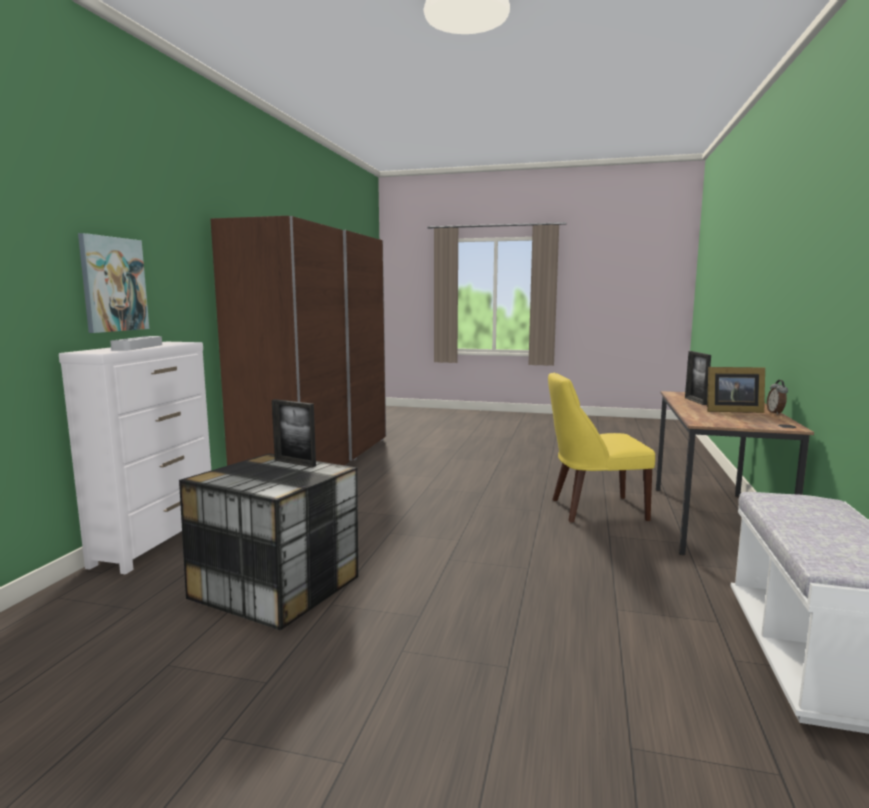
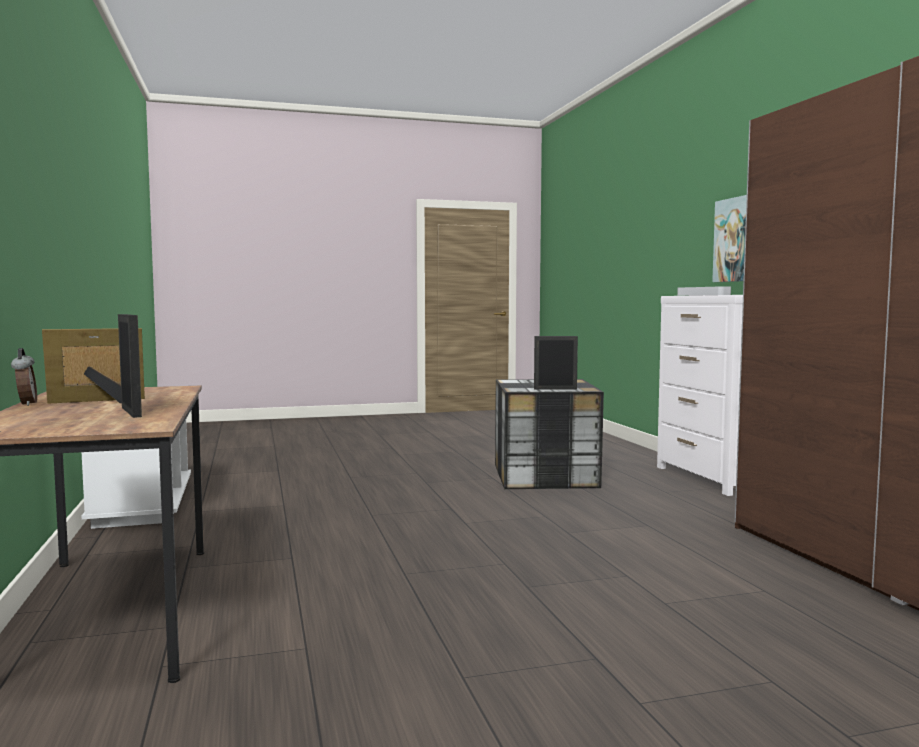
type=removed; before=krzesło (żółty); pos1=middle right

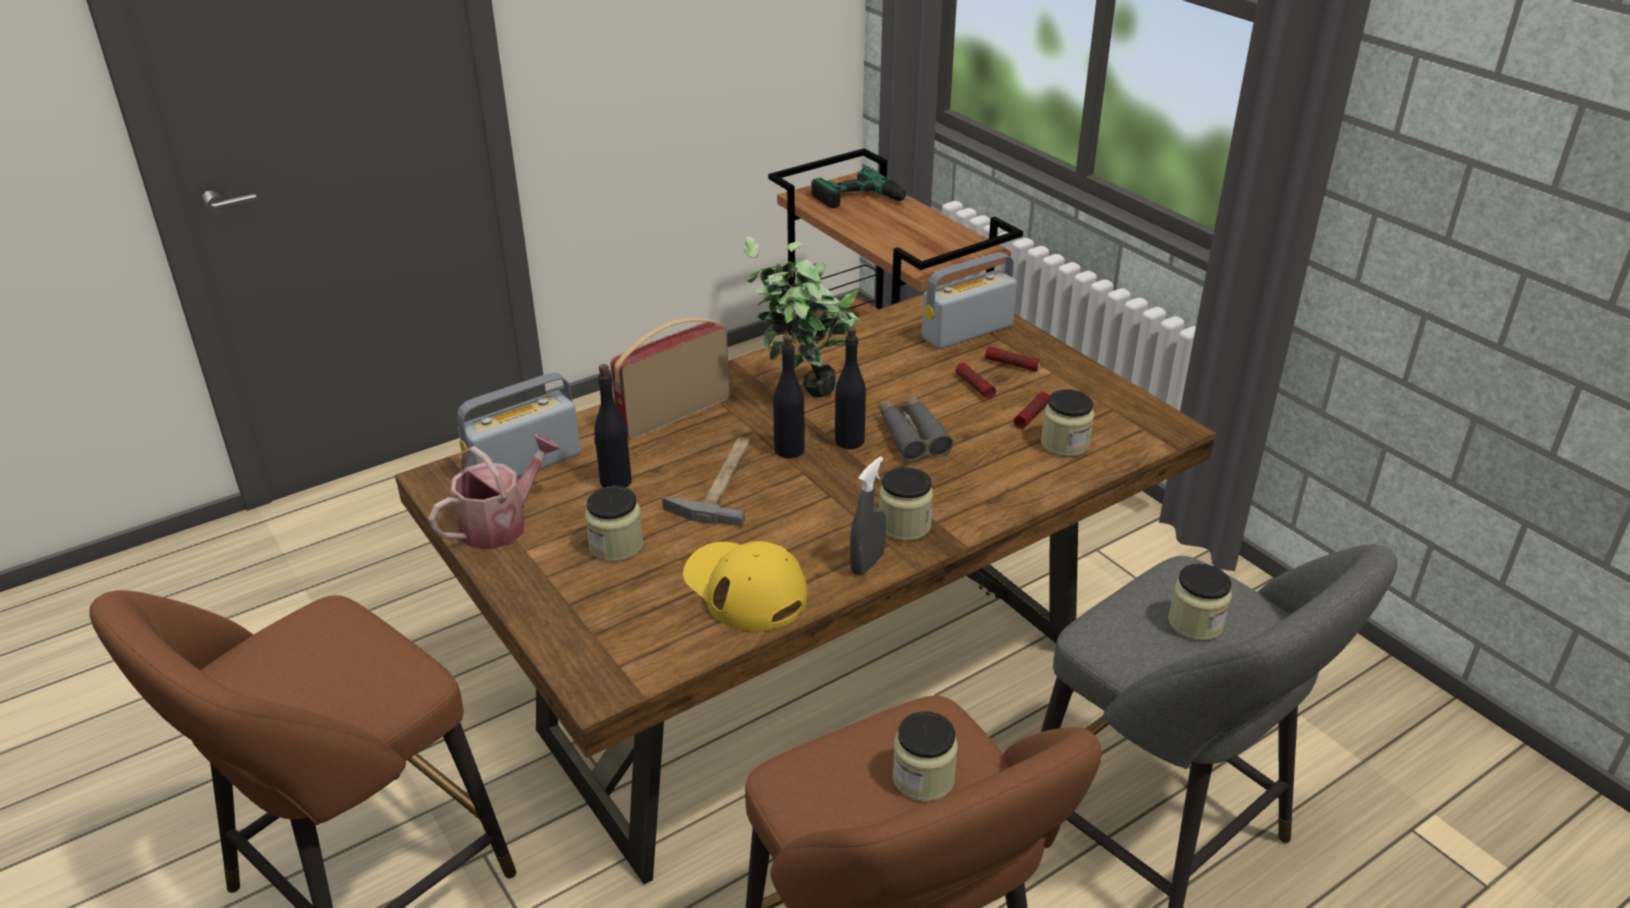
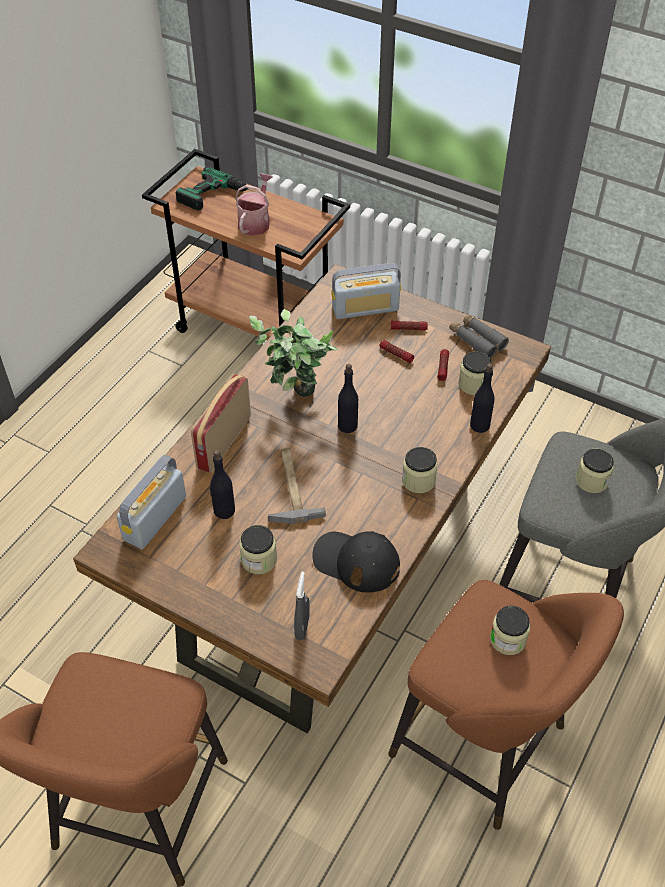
type=turned; before=radio (3rd from left); pos1=top centre; pos2=top centre; turn=-135
type=moved; before=butelka (czarny) (2nd from left in the first image); after=butelka (czarny) (3rd from left); pos1=centre; pos2=middle right
type=moved; before=lornetka (szary); pos1=centre; pos2=middle right
type=moved; before=konewka; pos1=middle left; pos2=top centre
type=moved; before=spryskiwacz (szary); pos1=centre; pos2=bottom centre
type=recoloured; before=czapka z daszkiem (żółty); after=czapka z daszkiem (czarny); pos1=centre; pos2=centre

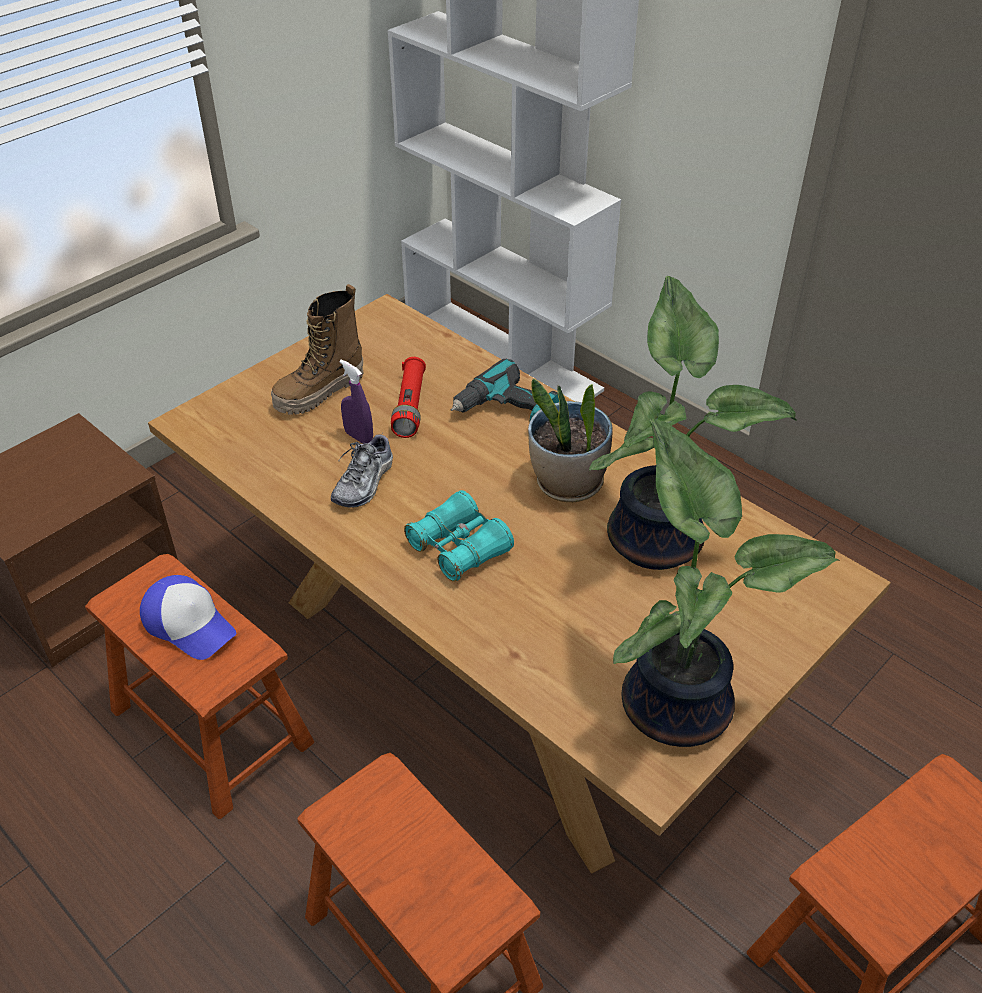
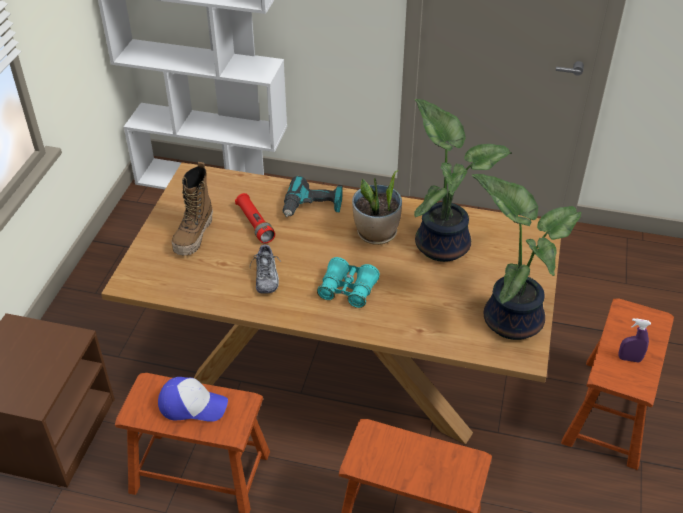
type=moved; before=spryskiwacz (fioletowy); pos1=centre; pos2=middle right

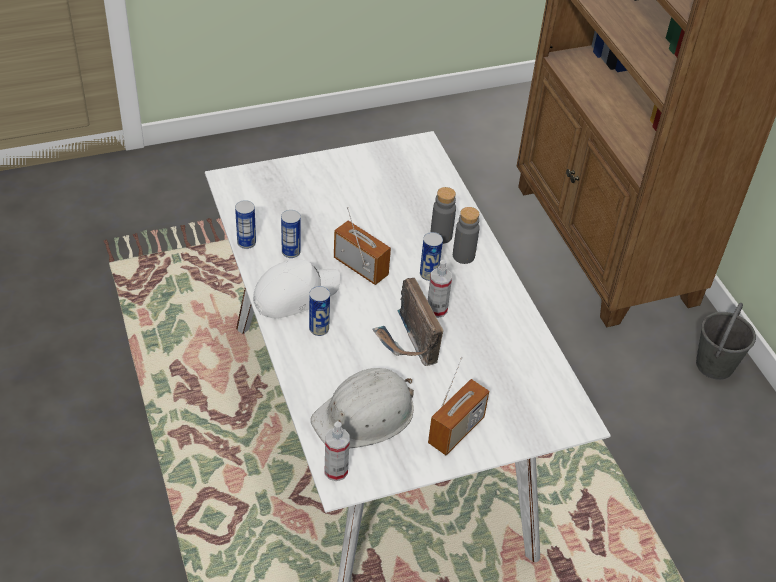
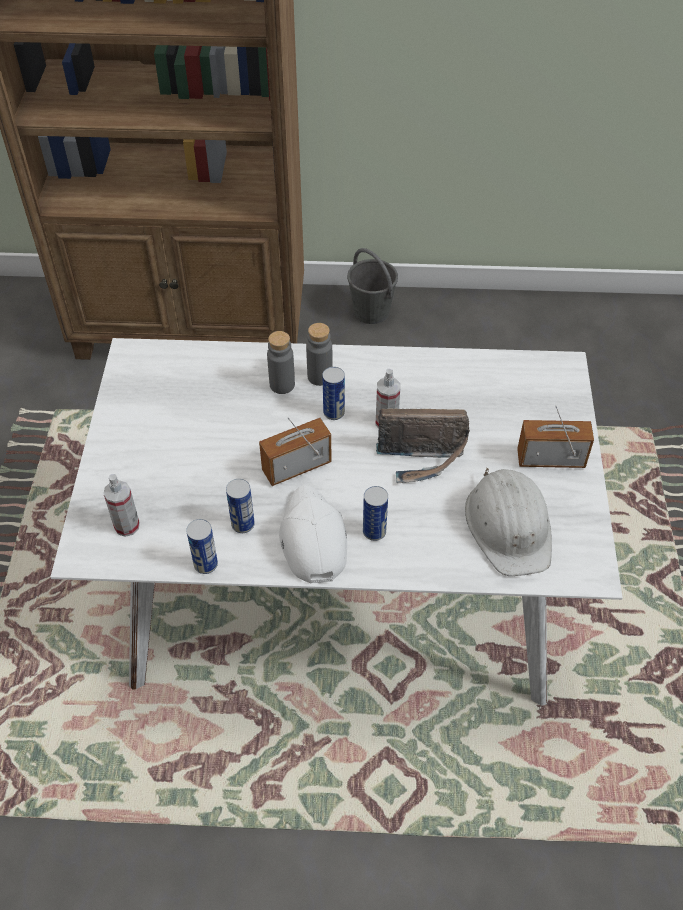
type=turned; before=radio (3rd from left); pos1=bottom centre; pos2=middle right; turn=-60
type=moved; before=spryskiwacz (1st from left); pos1=bottom centre; pos2=middle left

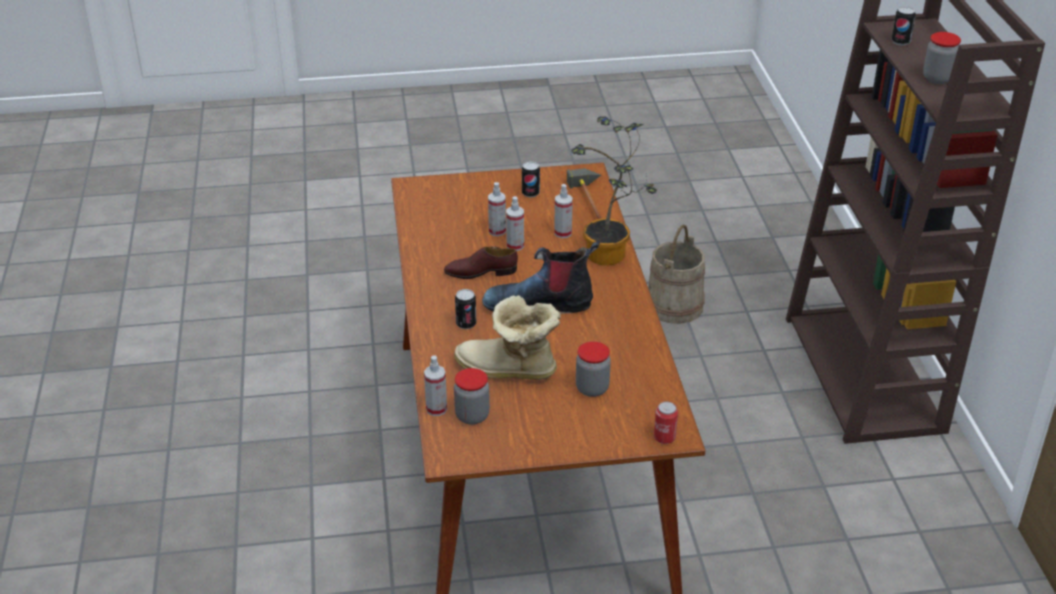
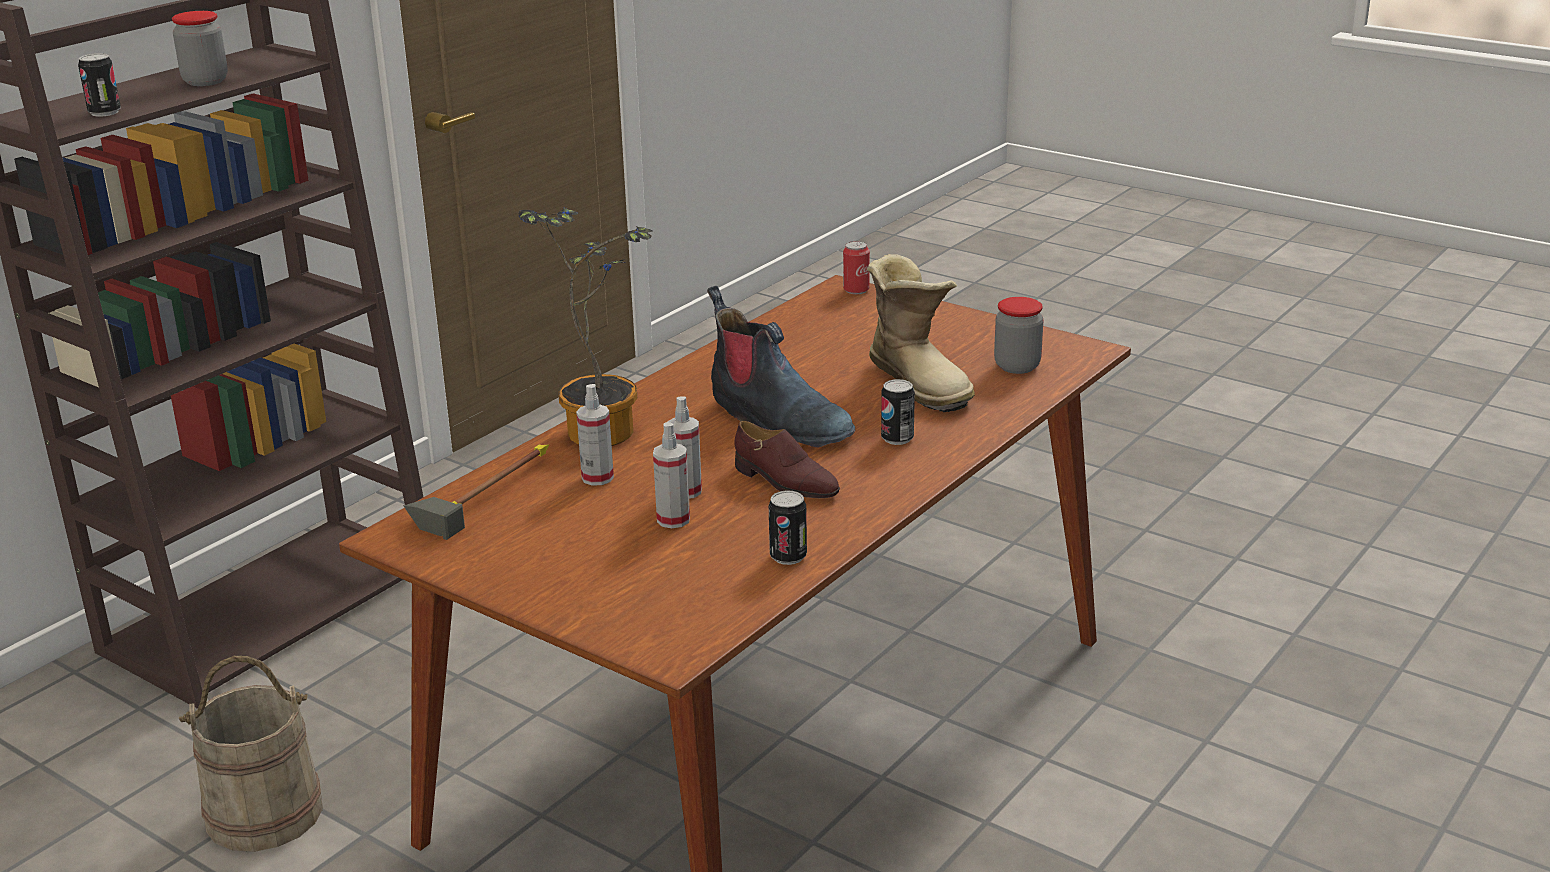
type=moved; before=puszka (2nd from left); pos1=top centre; pos2=centre
type=removed; before=słoik (2nd from left); pos1=centre
type=removed; before=spryskiwacz (1st from left); pos1=centre

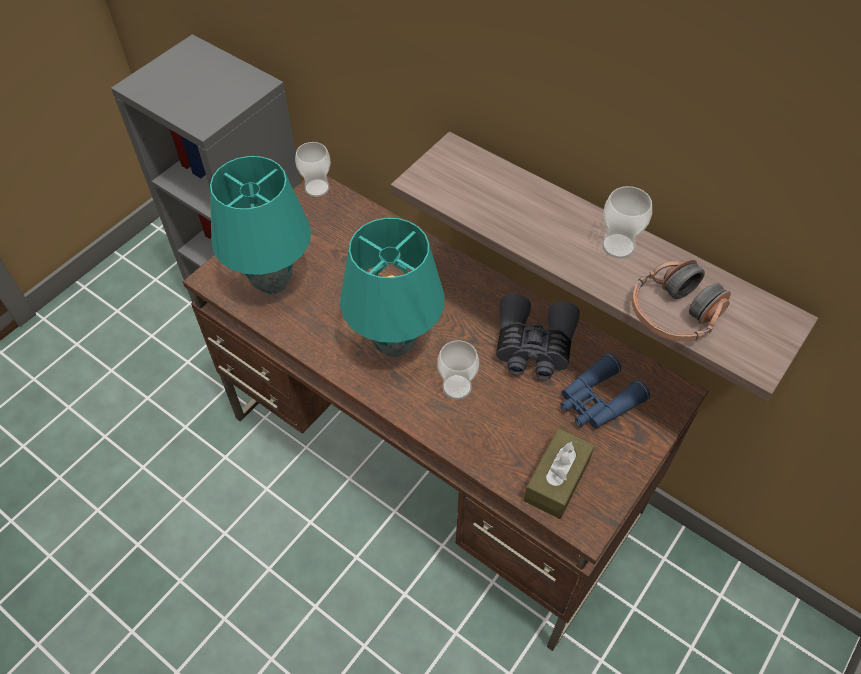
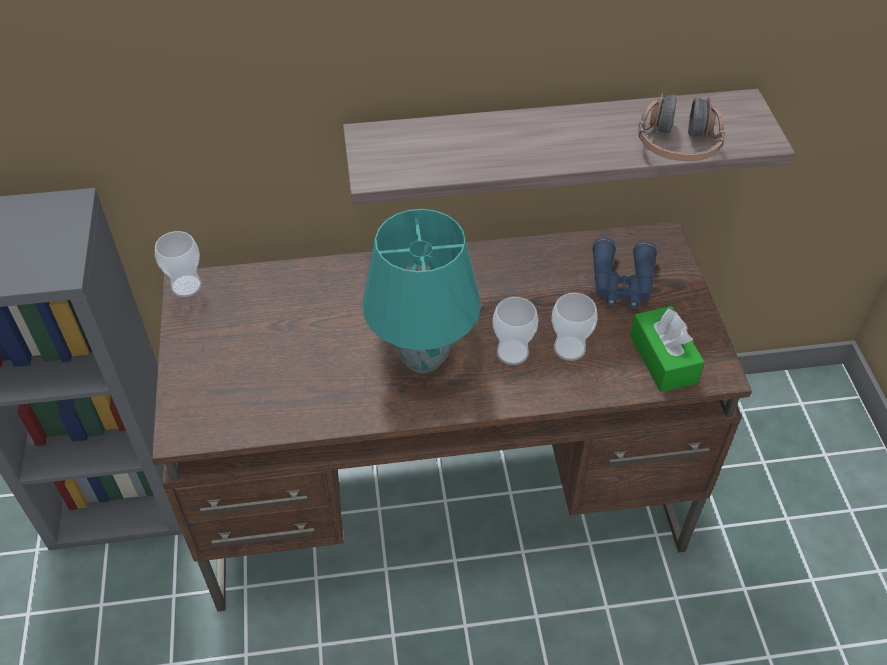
type=removed; before=lampa stołowa (turkusowy) (1st from left); pos1=middle left
type=moved; before=filiżanka (3rd from left); pos1=top right; pos2=centre
type=removed; before=lornetka (szary); pos1=centre
type=recoloured; before=pudełko chusteczek (brązowy); after=pudełko chusteczek (zielony); pos1=bottom centre; pos2=middle right

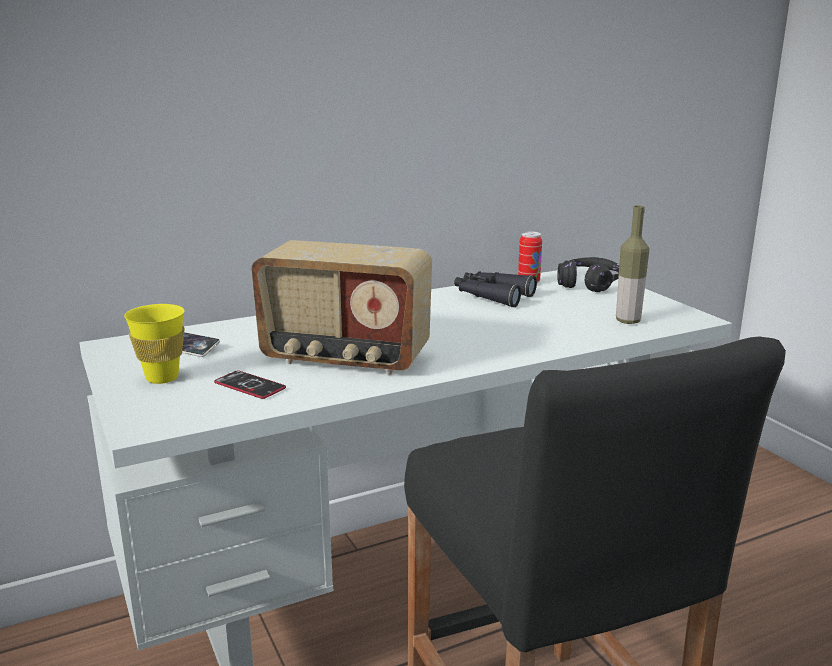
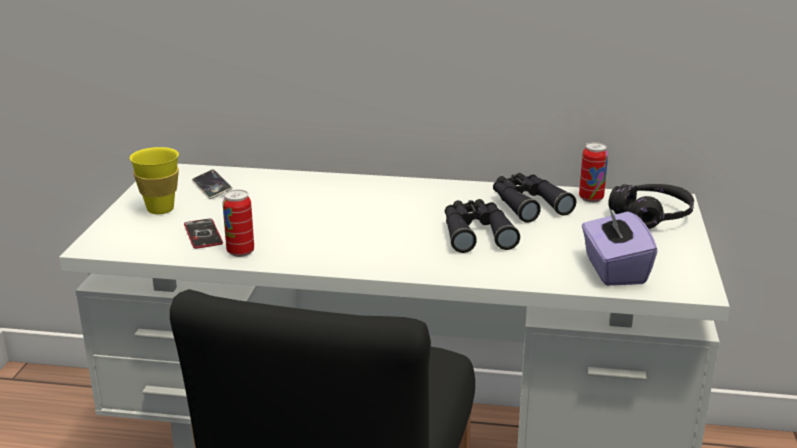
type=replaced; before=butelka; after=pudełko chusteczek (fioletowy); pos1=middle right; pos2=middle right
type=removed; before=radio; pos1=centre
type=added; after=puszka (1st from left); pos2=middle left
type=added; after=lornetka (czarny) (1st from left); pos2=centre

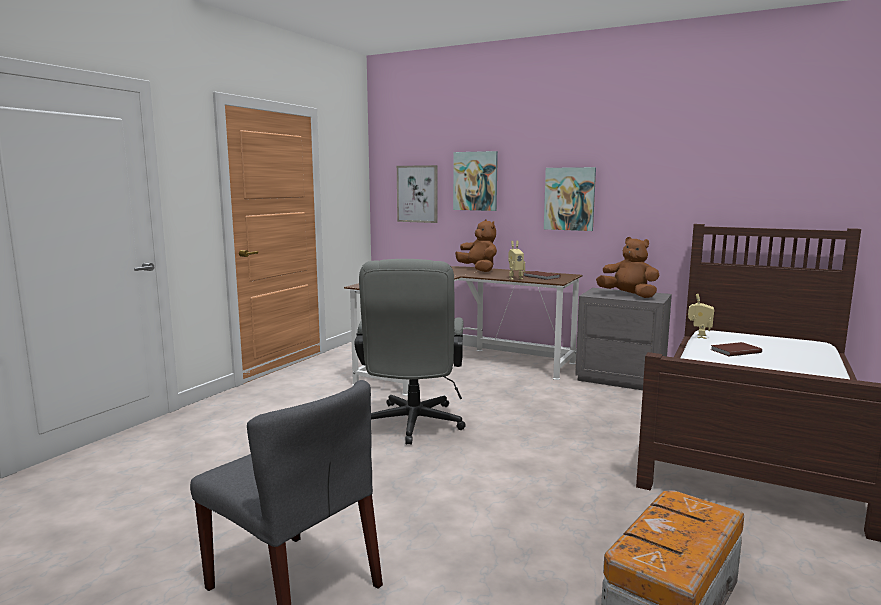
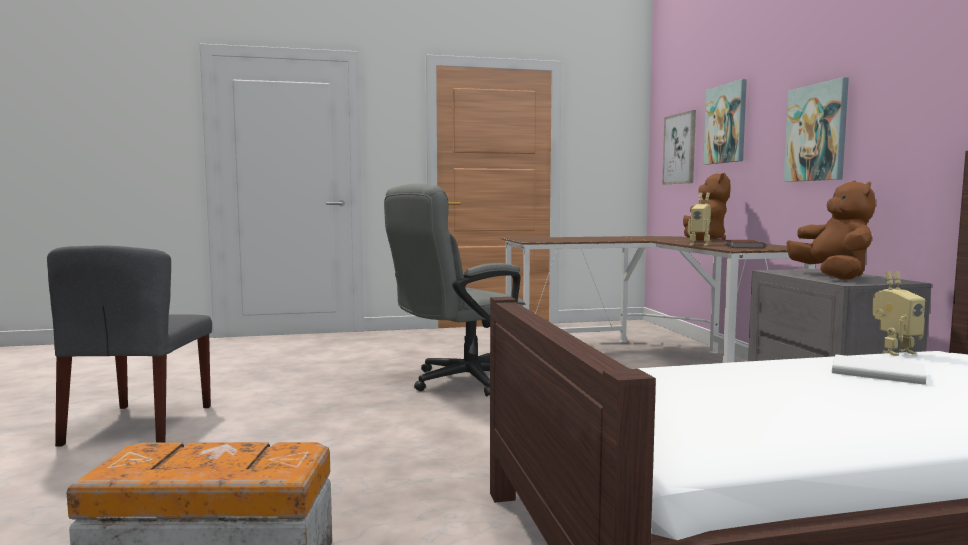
type=recoloured; before=książka (brązowy) (2nd from left); after=książka (biały); pos1=middle right; pos2=bottom right

